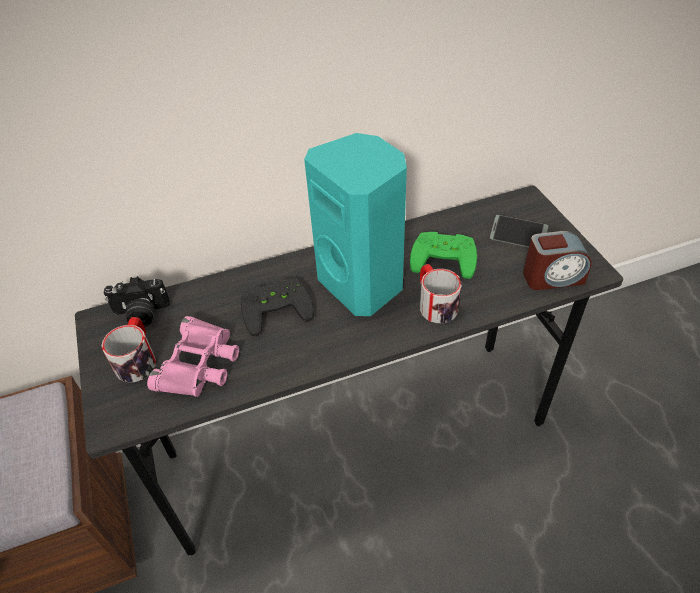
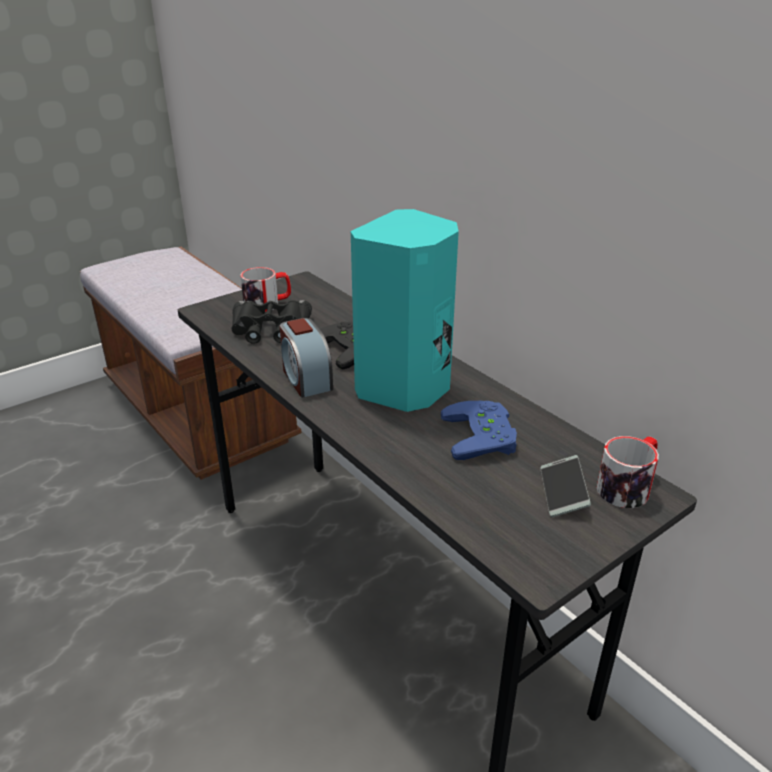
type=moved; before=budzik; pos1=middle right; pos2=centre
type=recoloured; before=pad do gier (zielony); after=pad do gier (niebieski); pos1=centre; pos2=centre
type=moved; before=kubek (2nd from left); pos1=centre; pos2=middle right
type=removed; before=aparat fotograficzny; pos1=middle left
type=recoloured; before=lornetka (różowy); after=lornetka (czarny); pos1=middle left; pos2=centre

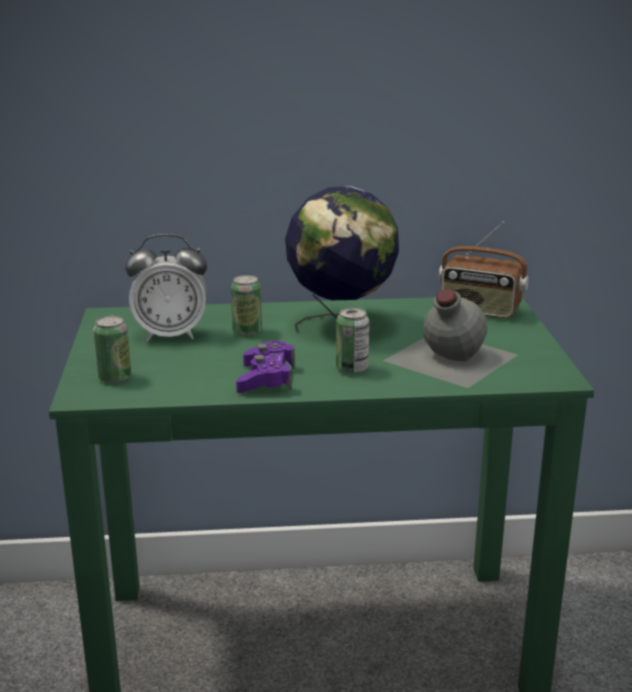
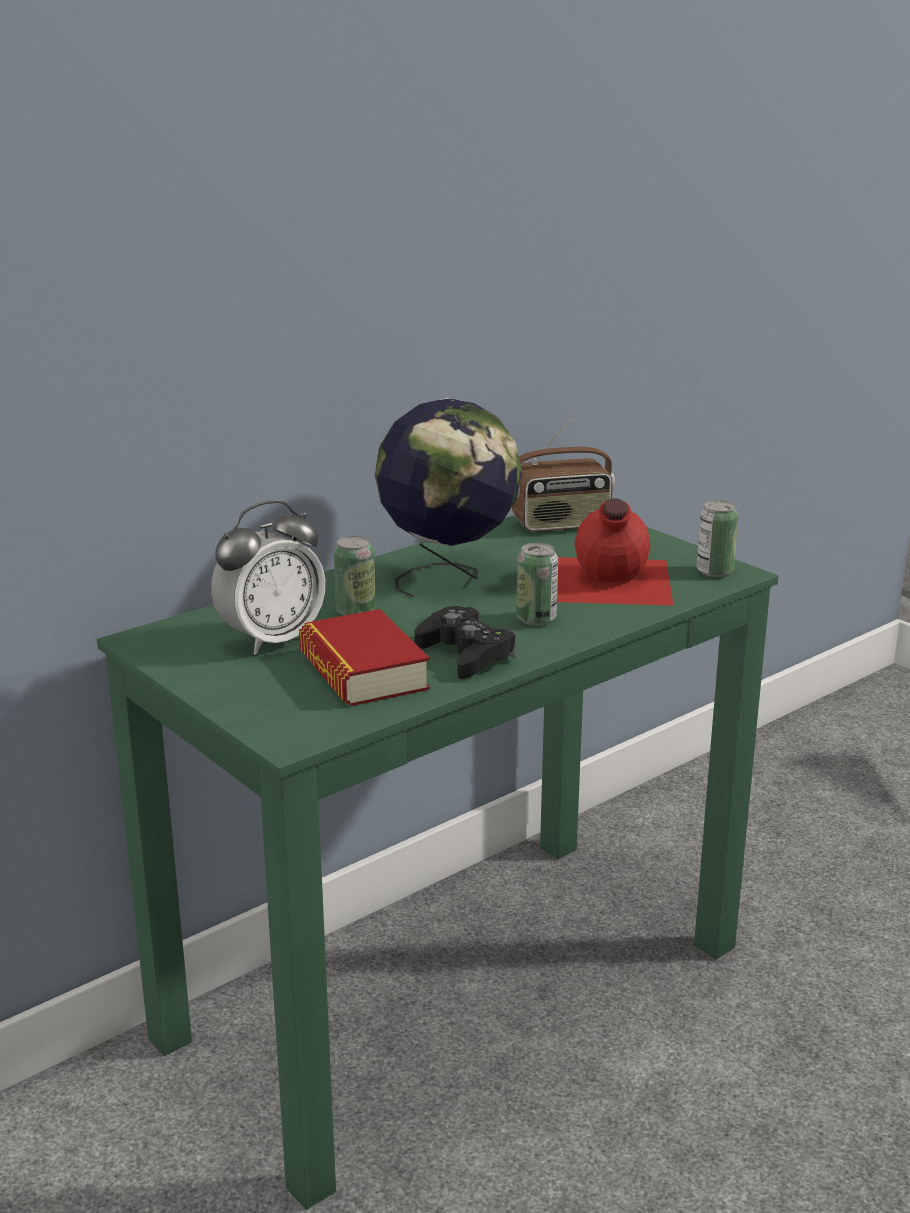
type=recoloured; before=butelka (szary); after=butelka (czerwony); pos1=middle right; pos2=middle right
type=moved; before=puszka (1st from left in the first image); after=puszka (3rd from left); pos1=middle left; pos2=middle right
type=recoloured; before=pad do gier (fioletowy); after=pad do gier (czarny); pos1=centre; pos2=centre
type=added; after=książka; pos2=centre

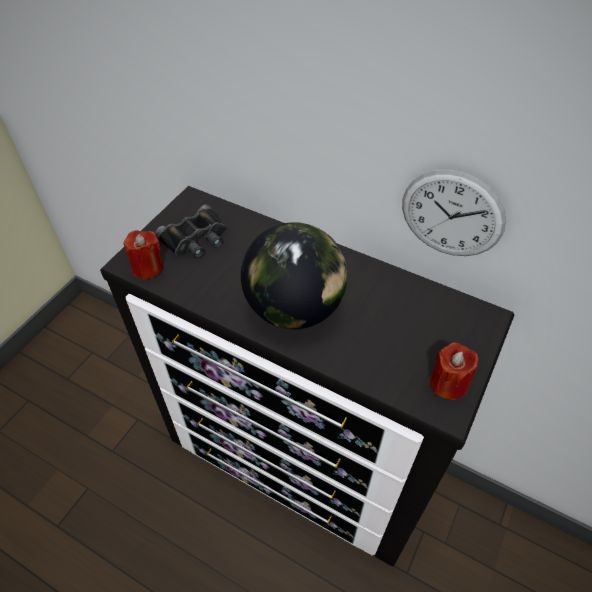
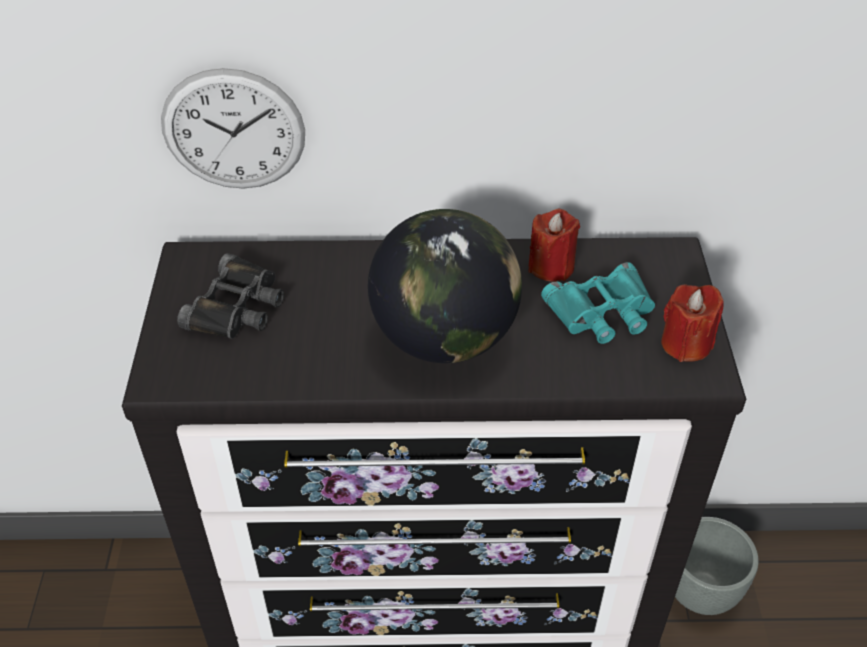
type=moved; before=zegar ścienny; pos1=middle right; pos2=top left
type=moved; before=świeca (czerwony) (1st from left); pos1=middle left; pos2=centre
type=added; after=lornetka (turkusowy); pos2=middle right
type=added; after=donica (szary); pos2=bottom right

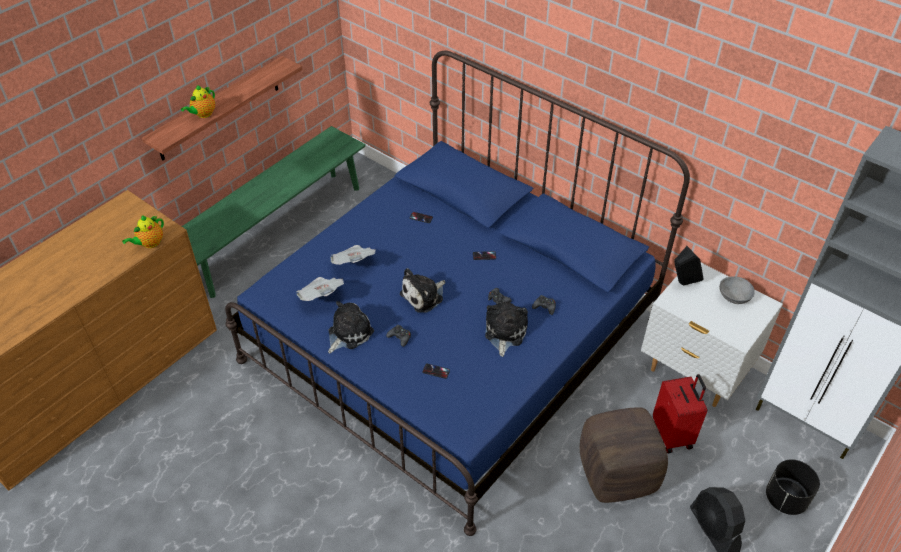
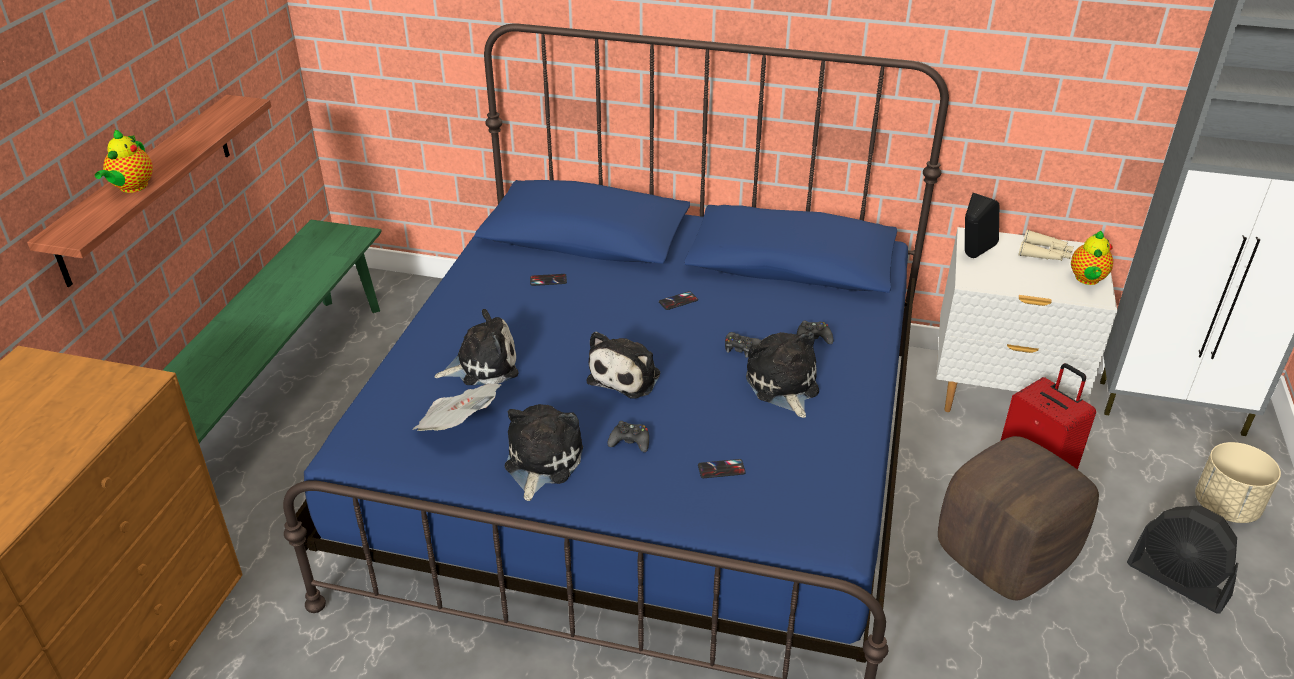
type=moved; before=imbryk (1st from left in the first image); after=imbryk (2nd from left); pos1=middle left; pos2=middle right
type=replaced; before=gazeta (2nd from left); after=pluszak (1st from left); pos1=centre; pos2=centre
type=replaced; before=miska (szary); after=lornetka (beżowy); pos1=middle right; pos2=middle right
type=recoloured; before=donica (czarny); after=donica (beżowy); pos1=bottom right; pos2=bottom right

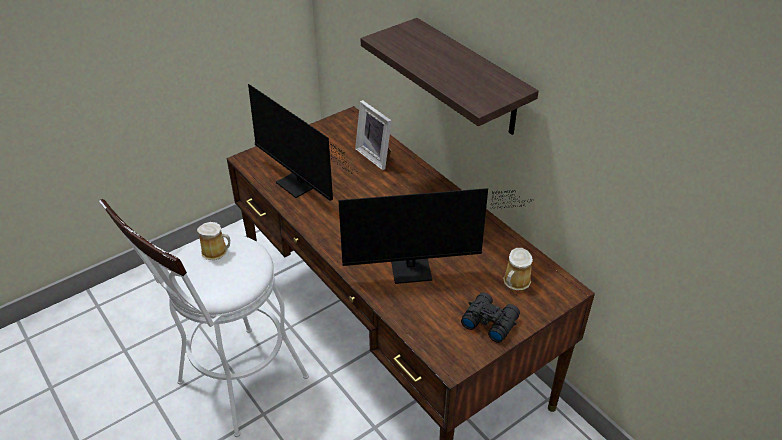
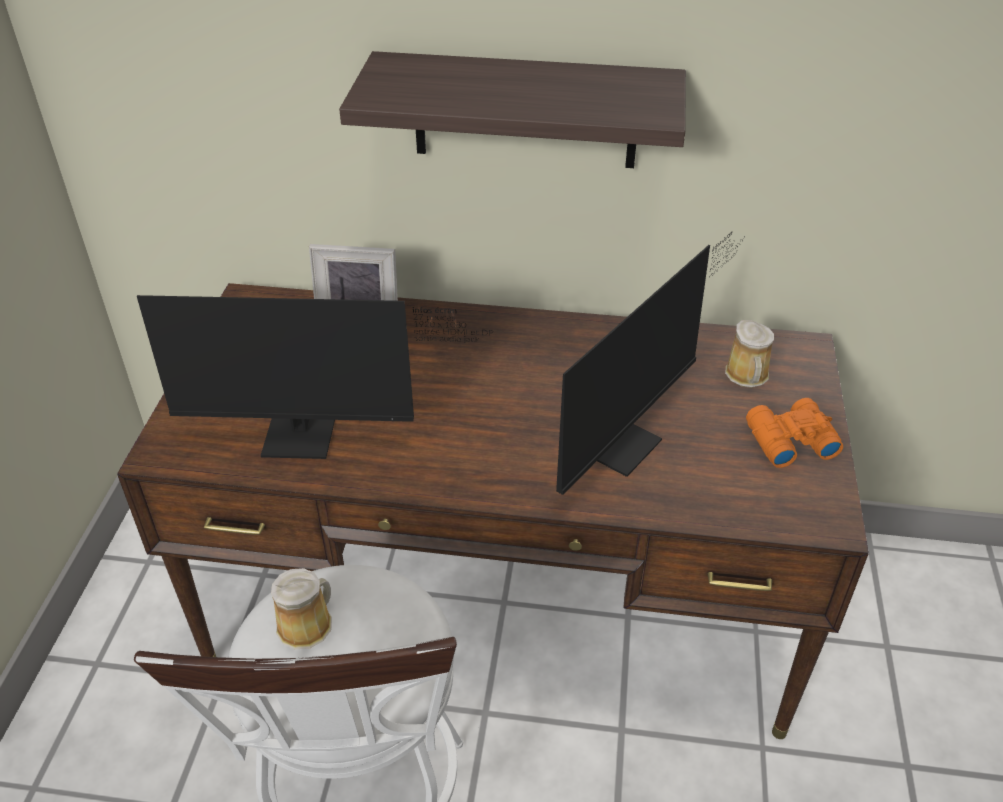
type=recoloured; before=lornetka (czarny); after=lornetka (pomarańczowy); pos1=bottom centre; pos2=middle right

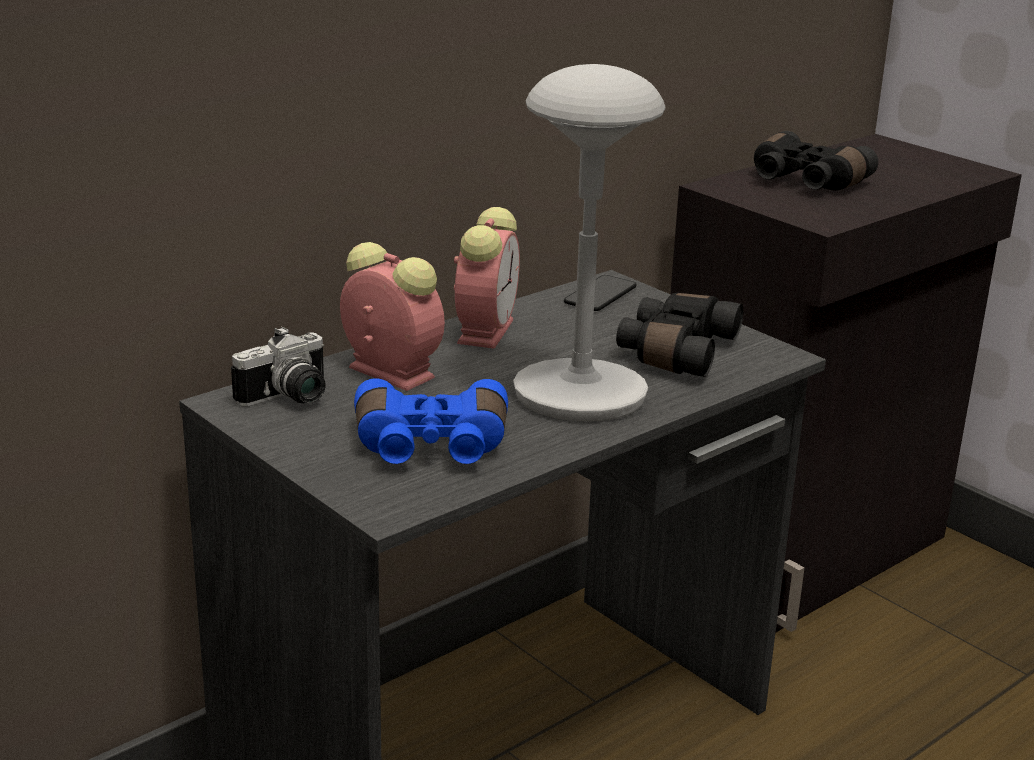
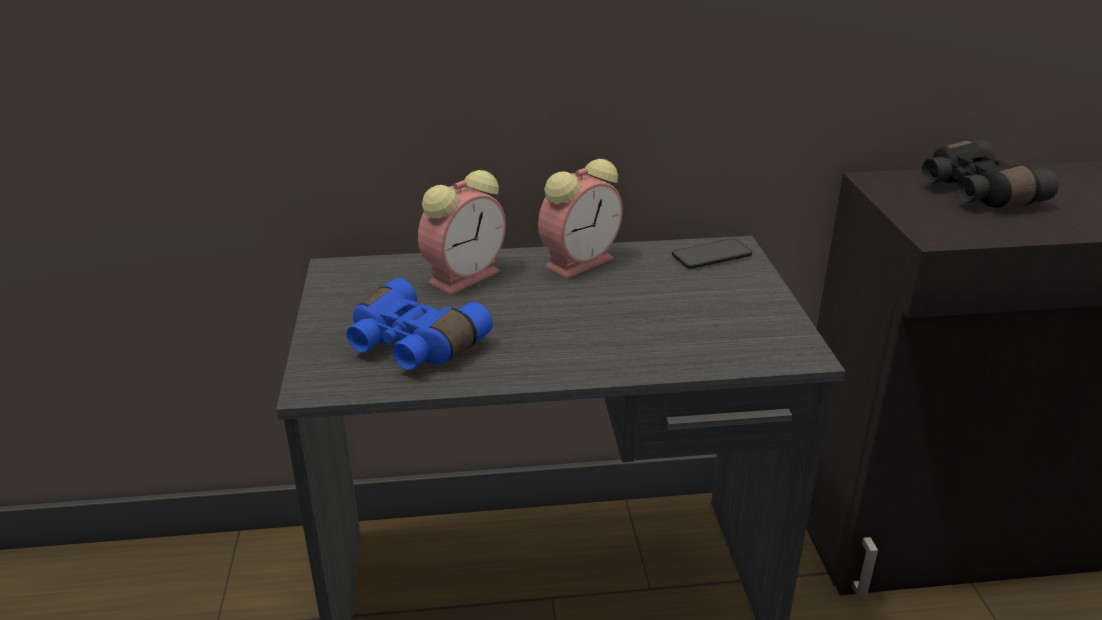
type=removed; before=lampa stołowa (szary); pos1=top centre
type=turned; before=budzik (1st from left); pos1=centre; pos2=centre; turn=60
type=removed; before=lornetka (czarny) (1st from left); pos1=centre
type=removed; before=aparat fotograficzny; pos1=middle left

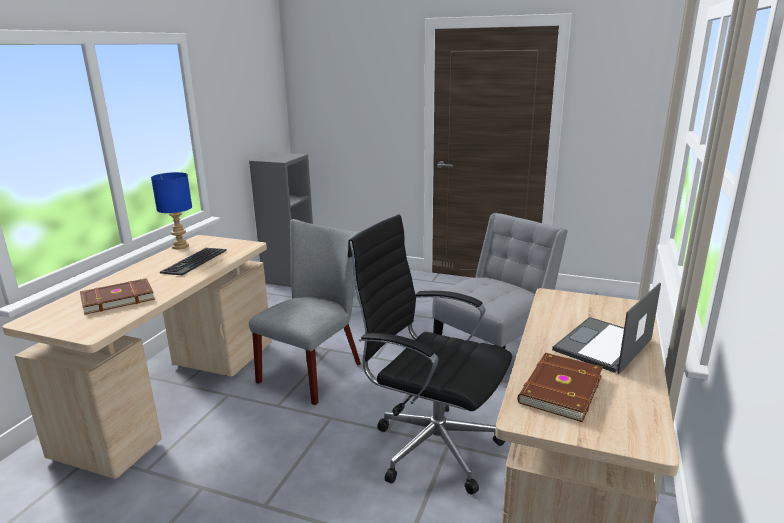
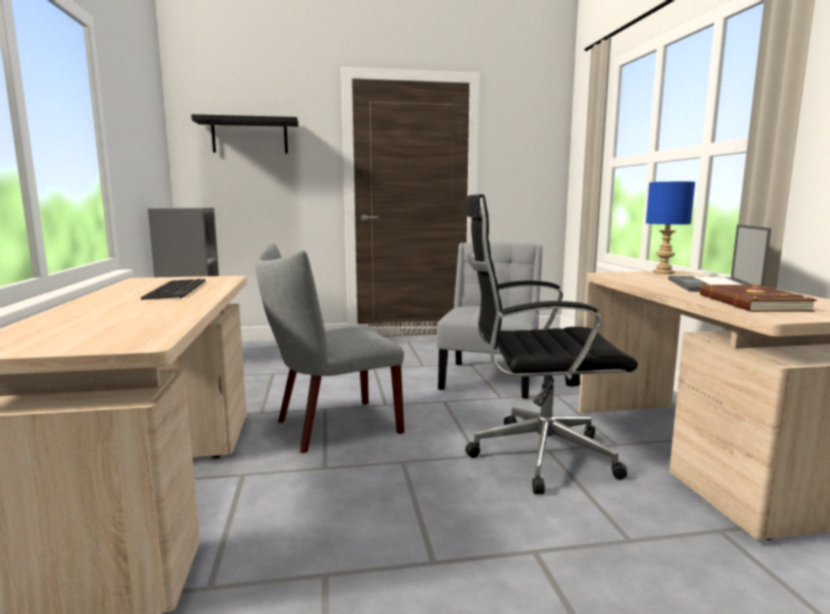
type=moved; before=lampa stołowa (niebieski); pos1=middle left; pos2=middle right
type=turned; before=krzesło (szary) (1st from left); pos1=centre; pos2=centre; turn=-120
type=removed; before=książka (brązowy) (1st from left); pos1=middle left
type=added; after=półka (czarny); pos2=top left

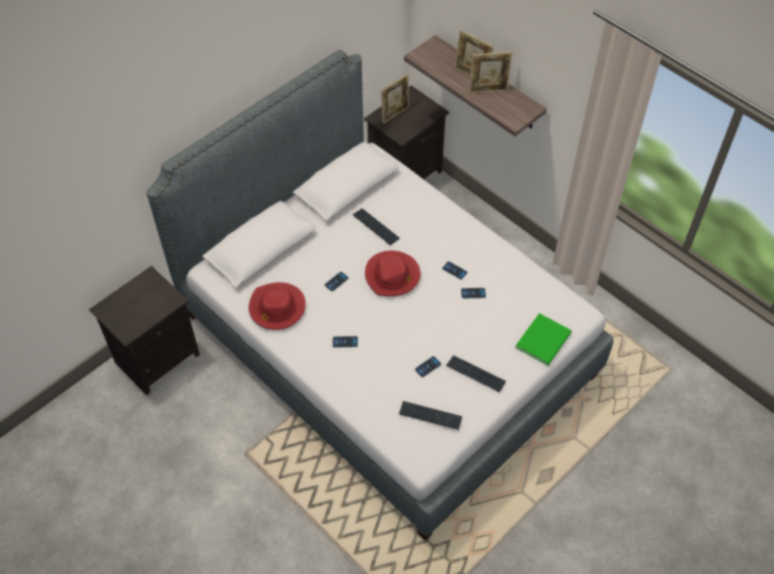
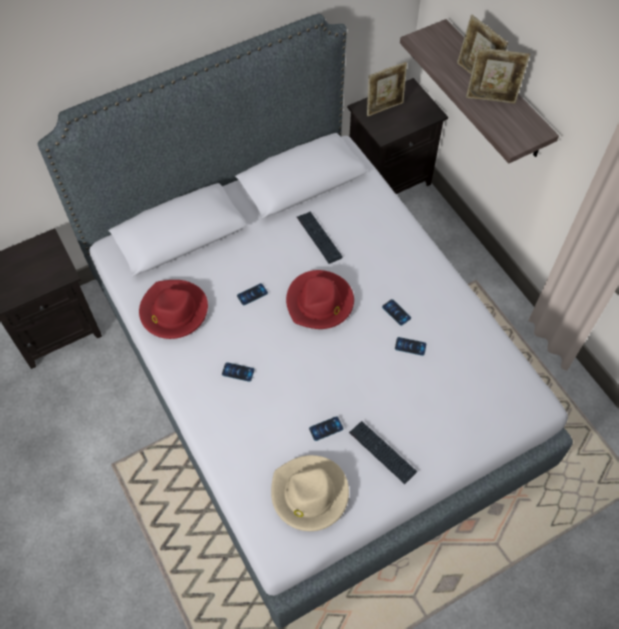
type=removed; before=książka (zielony); pos1=middle right
type=replaced; before=klawiatura (2nd from left); after=kapelusz (beżowy); pos1=bottom centre; pos2=bottom centre

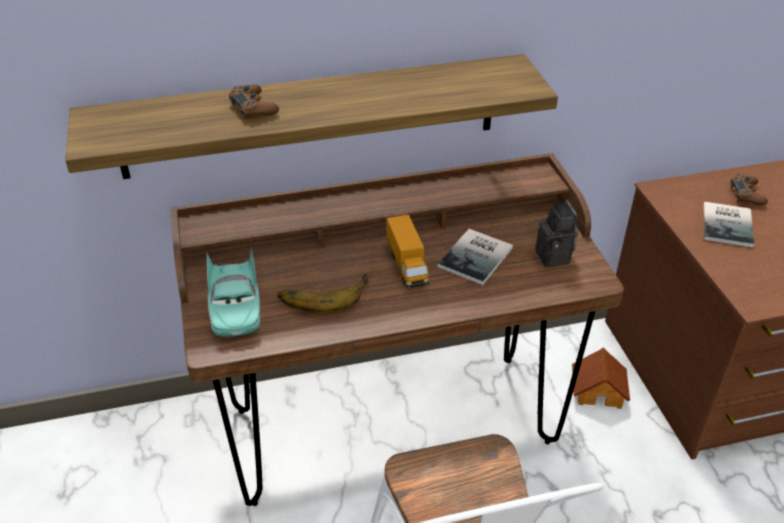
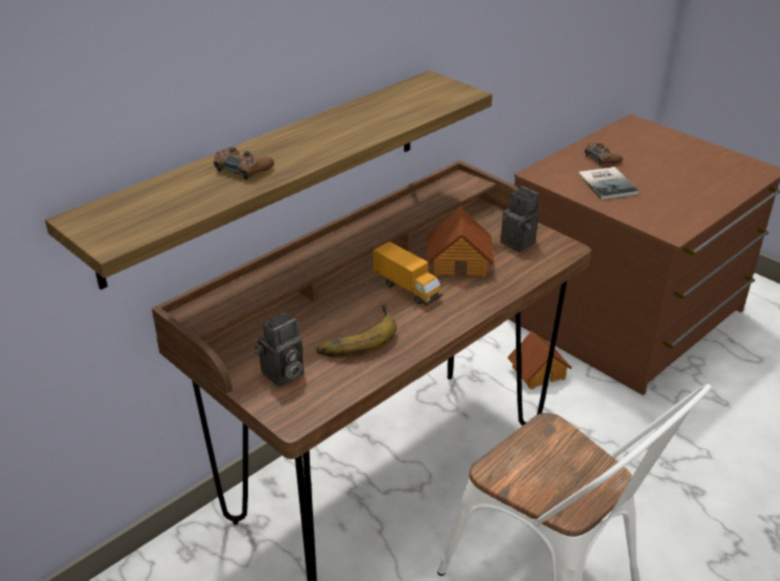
type=replaced; before=książka (1st from left); after=domek (1st from left); pos1=centre; pos2=centre
type=replaced; before=samochodzik (turkusowy); after=aparat fotograficzny (1st from left); pos1=middle left; pos2=centre

